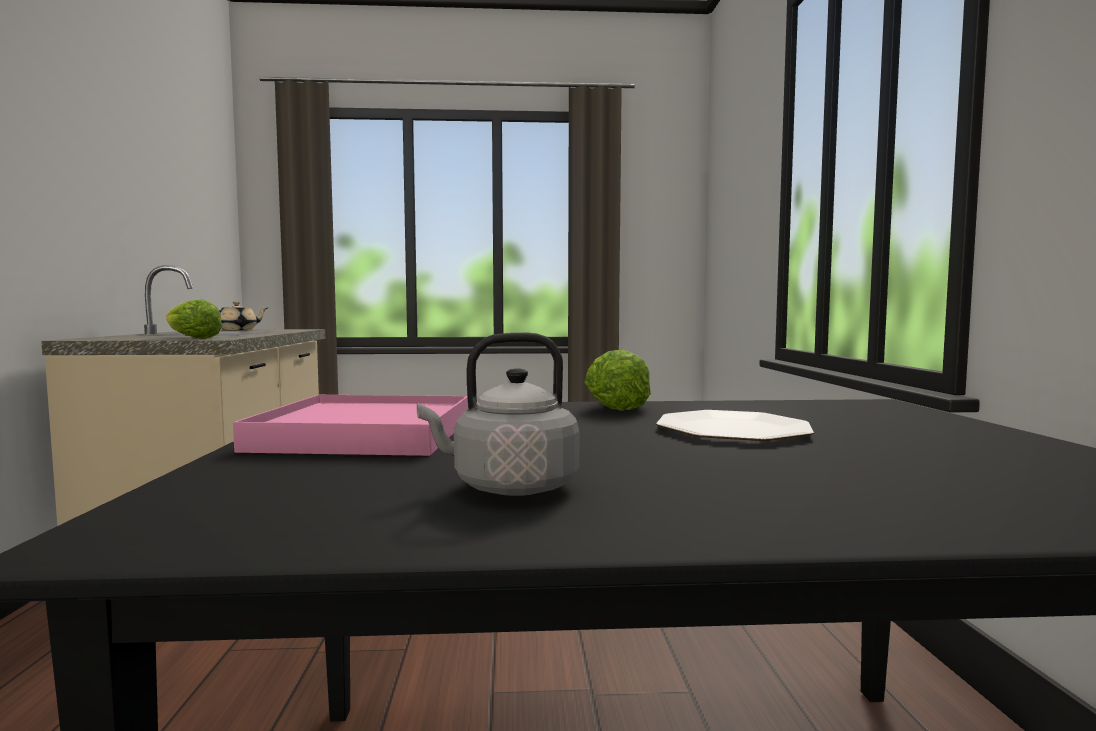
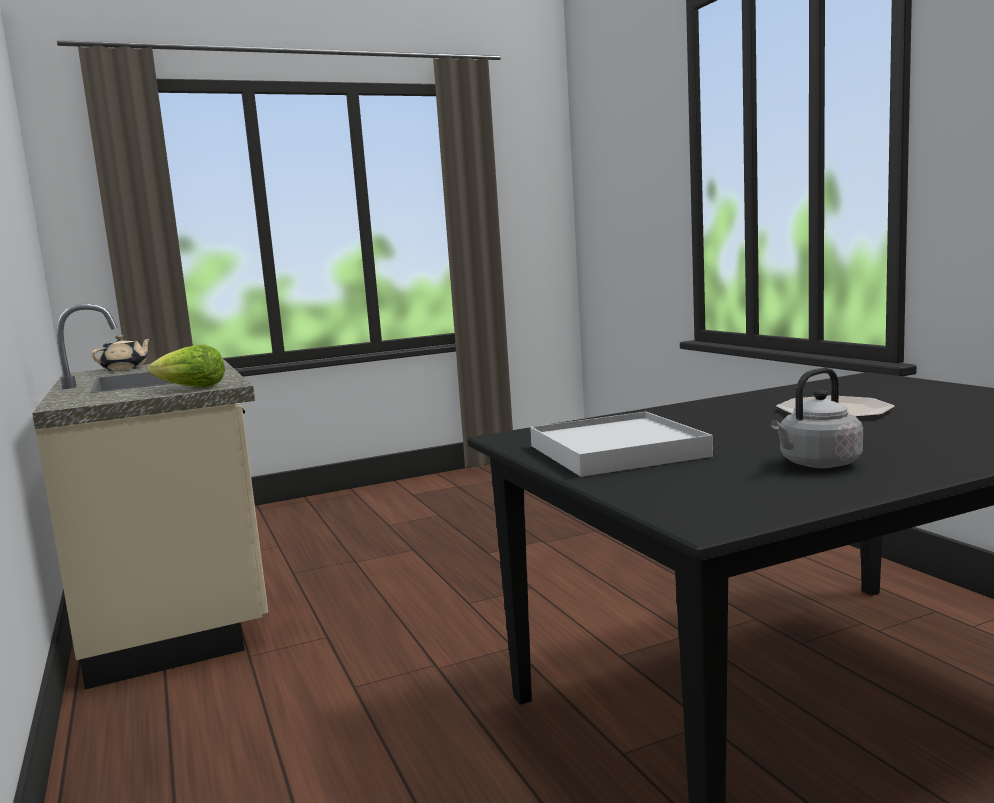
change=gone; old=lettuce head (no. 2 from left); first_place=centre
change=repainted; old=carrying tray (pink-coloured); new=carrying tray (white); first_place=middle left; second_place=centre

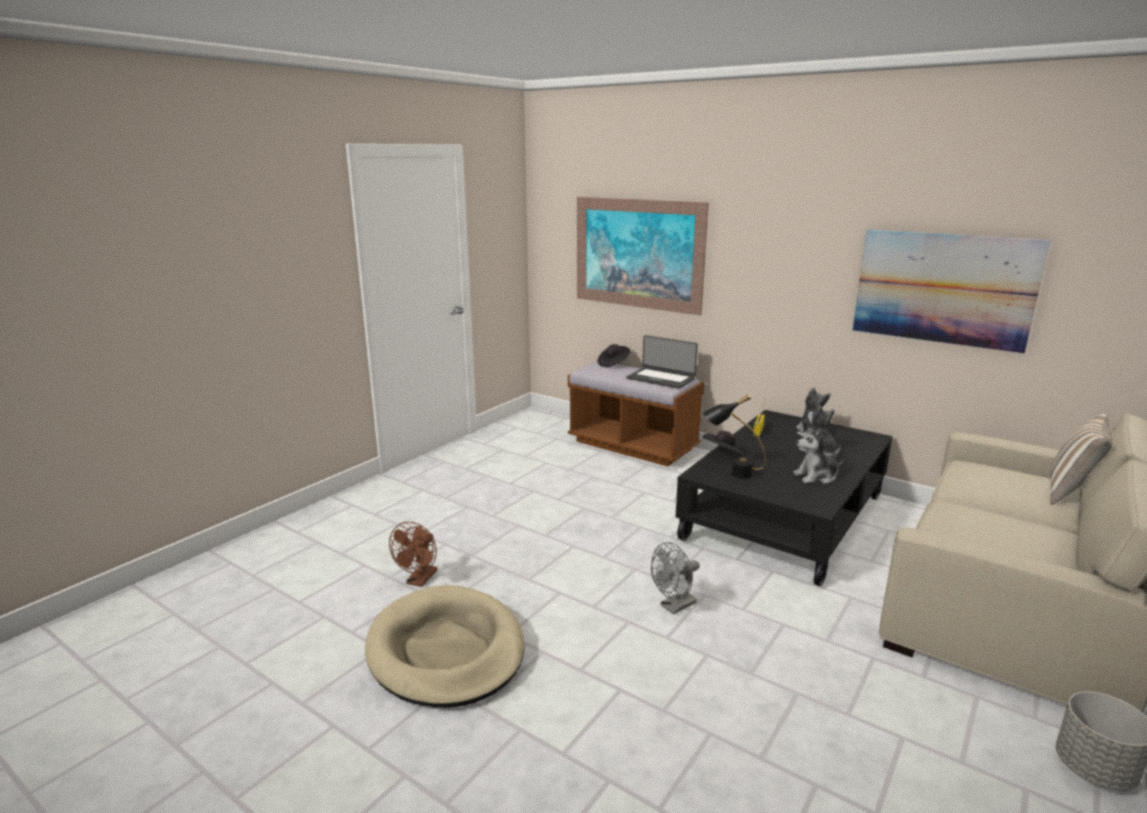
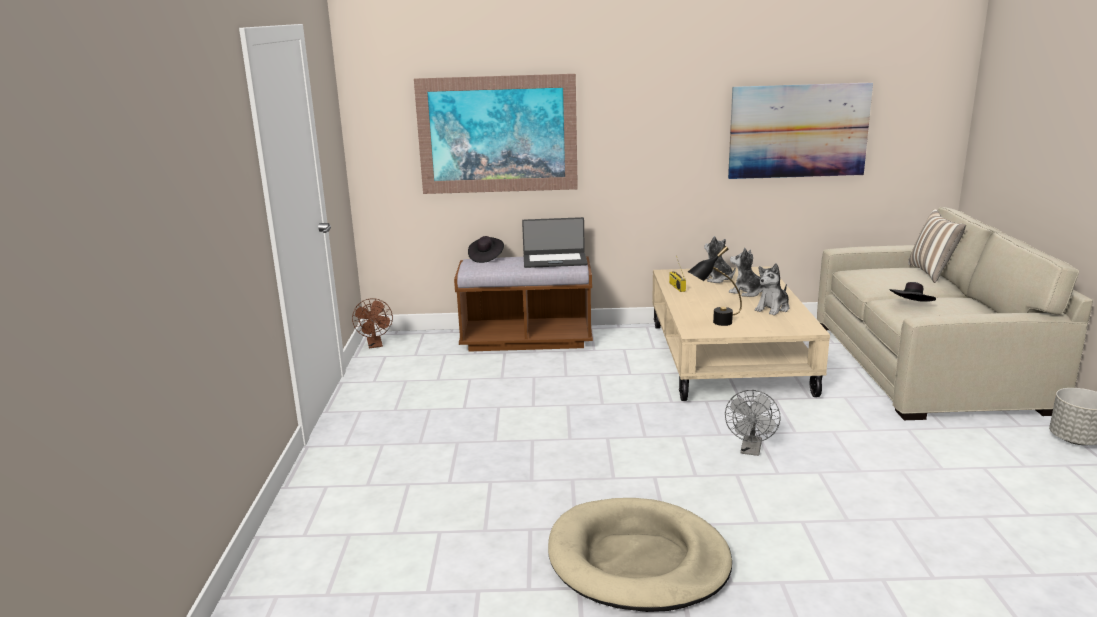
change=shifted; old=electric fan (brown-coloured); first_place=bottom centre; second_place=centre
change=shifted; old=wearable hat (blackish) (no. 2 from left); first_place=centre; second_place=middle right
change=repainted; old=low table (blackish); new=low table (beige-coloured); first_place=middle right; second_place=middle right

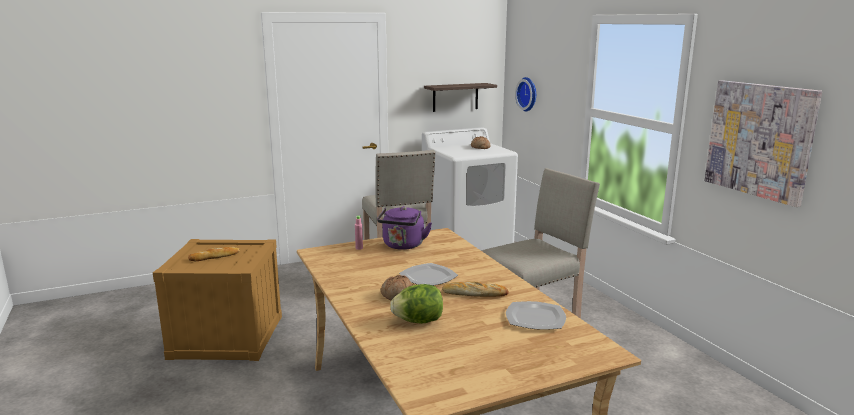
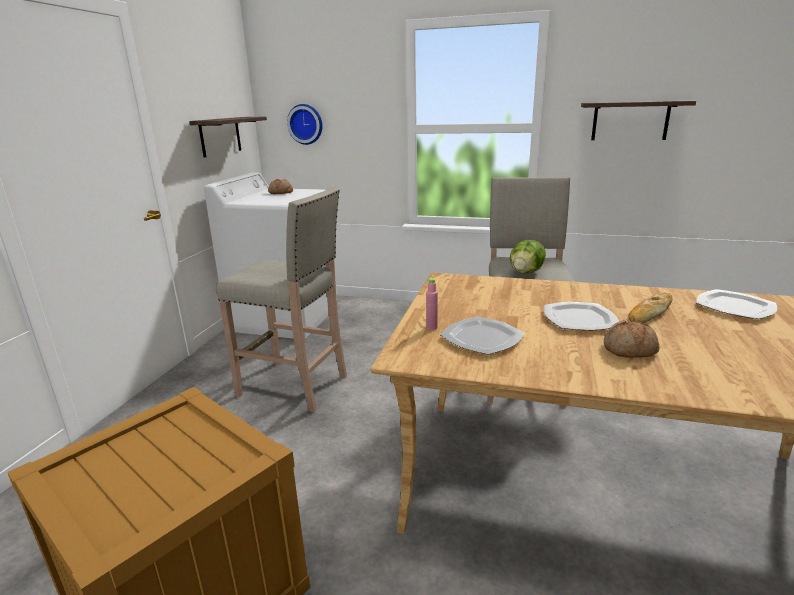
change=gone; old=bakery bread (no. 1 from left); first_place=middle left
change=gone; old=tea kettle (purple); first_place=centre
change=new; new=dinner plate (no. 1 from left); second_place=centre
change=shifted; old=lettuce head; first_place=bottom centre; second_place=centre
change=swapped; old=picture; new=shelf (no. 2 from left); first_place=middle right; second_place=top right

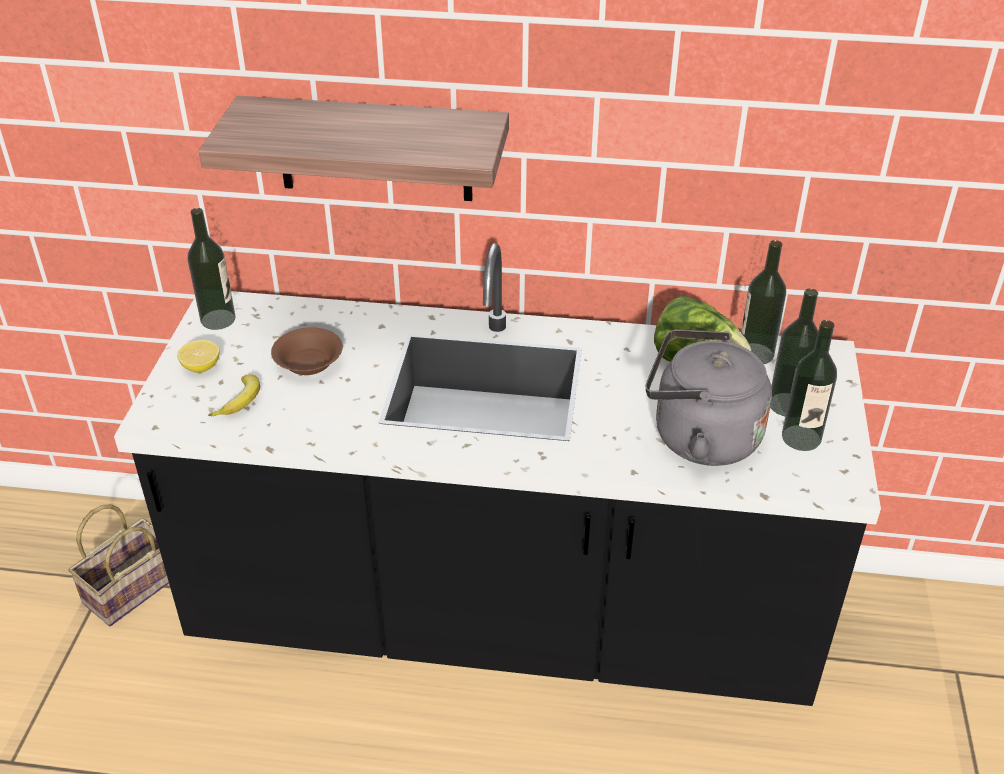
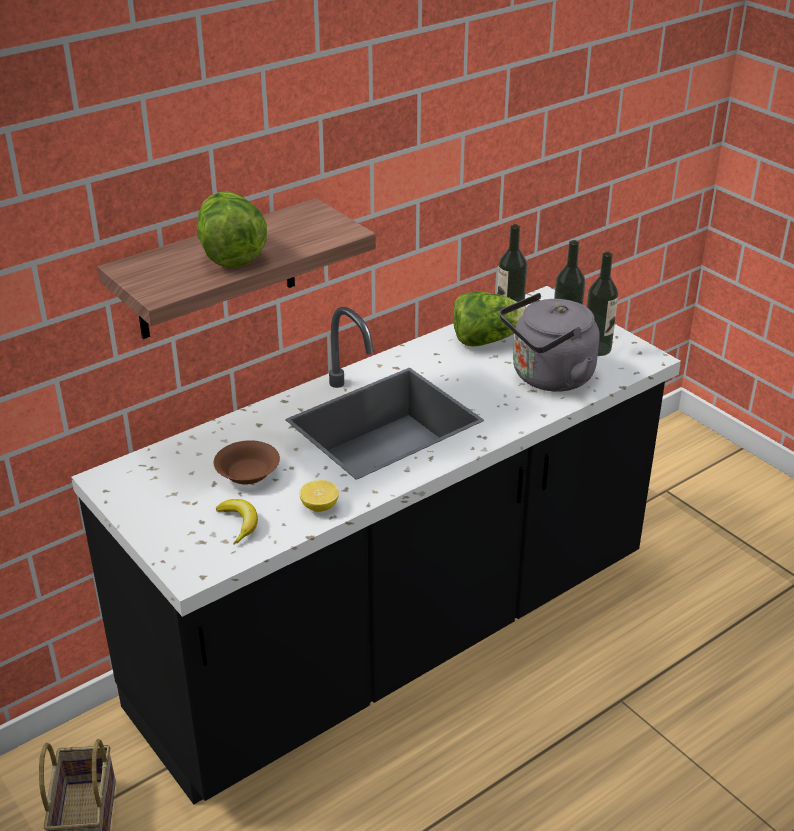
change=gone; old=drink bottle (no. 1 from left); first_place=middle left
change=new; new=lettuce head (no. 1 from left); second_place=top left
change=shifted; old=lemon; first_place=middle left; second_place=centre

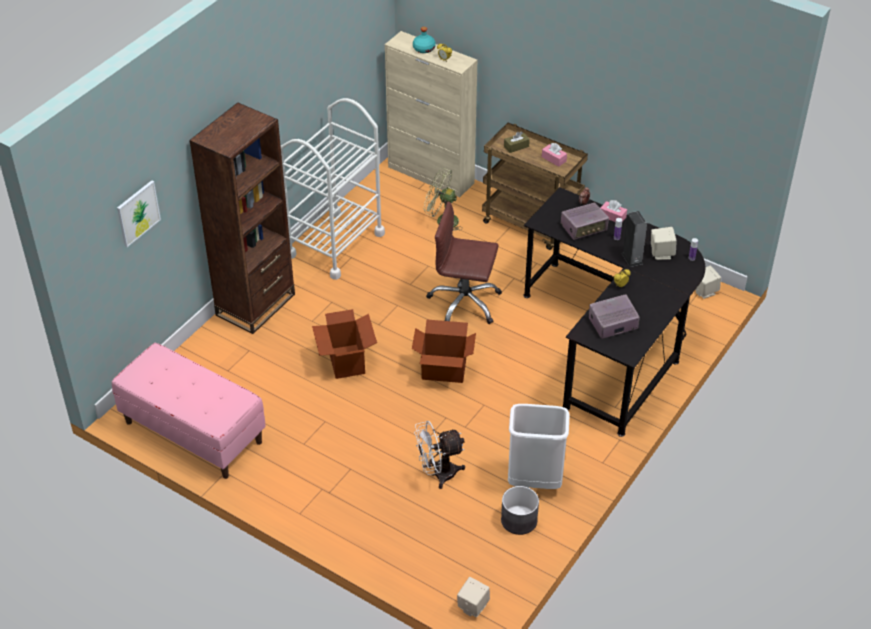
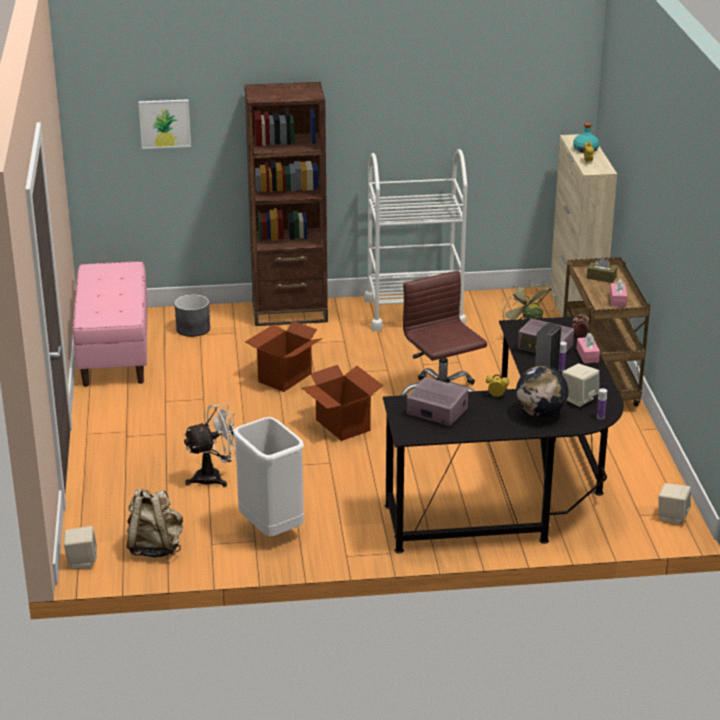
change=new; new=backpack (beige-coloured); second_place=bottom left
change=new; new=globe; second_place=middle right
change=shifted; old=flower pot (gray); first_place=bottom centre; second_place=middle left
change=rotated; old=electric fan (white); first_place=bottom centre; second_place=middle left; degrees=120

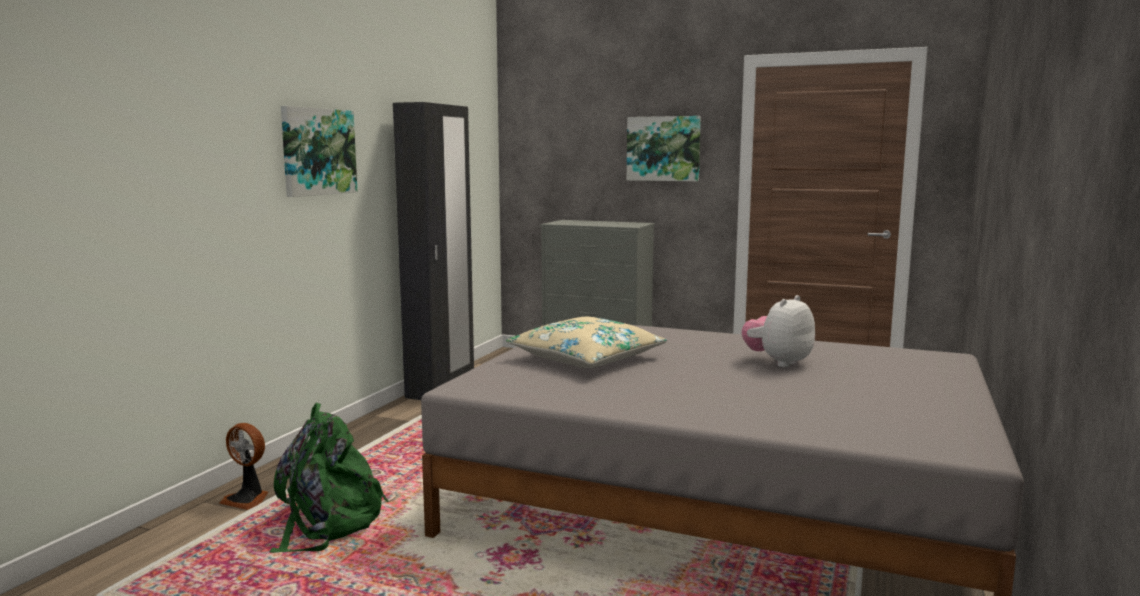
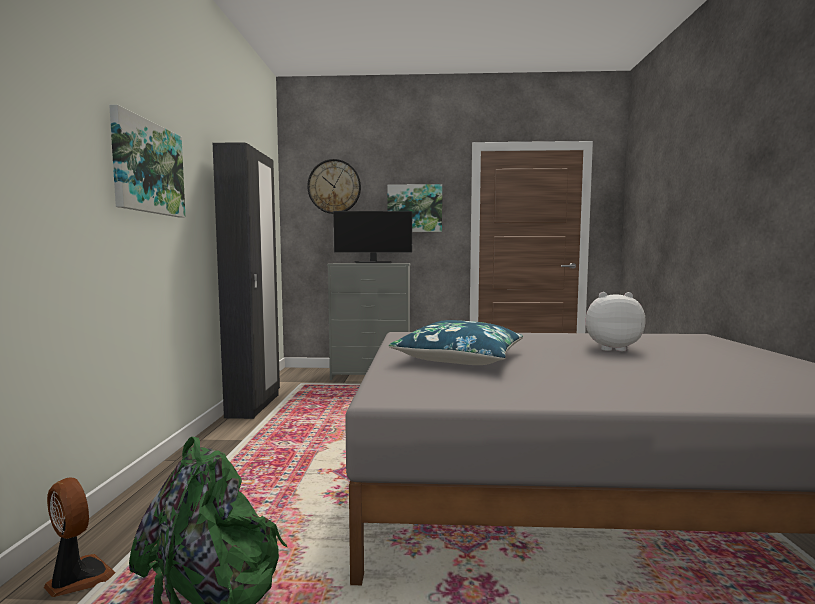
change=new; new=hanging clock; second_place=top centre
change=new; new=computer display; second_place=centre
change=repainted; old=pillow (beige-coloured); new=pillow (bluish); first_place=centre; second_place=centre
change=rotated; old=electric fan; first_place=bottom left; second_place=bottom left; degrees=-150
change=rotated; old=cuddly toy; first_place=middle right; second_place=middle right; degrees=75

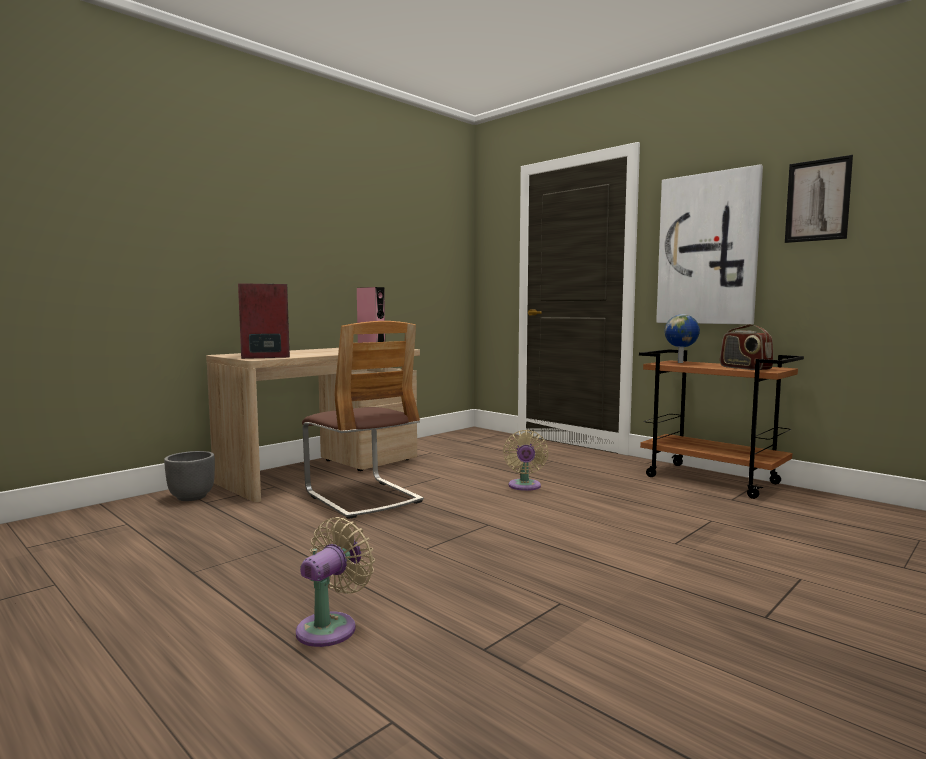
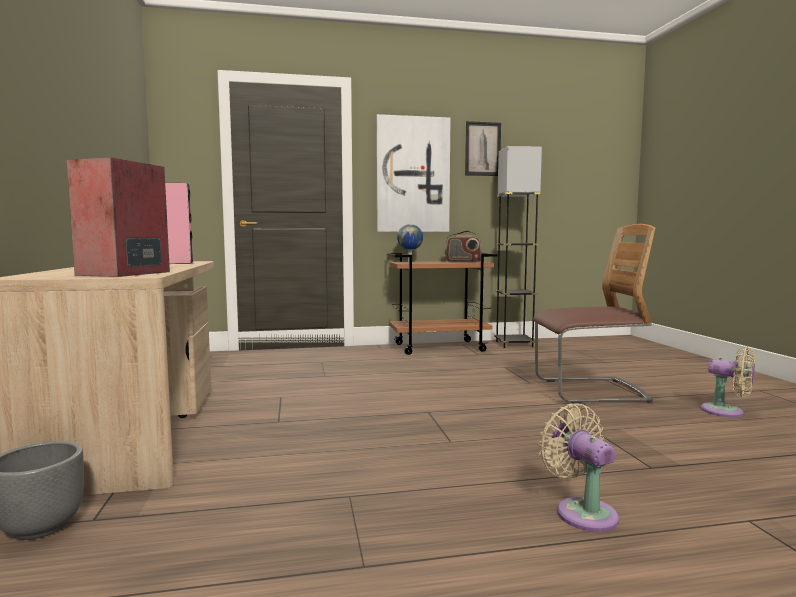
change=new; new=floor lamp (gray); second_place=centre
change=shifted; old=upright chair; first_place=centre; second_place=middle right
change=shifted; old=electric fan (beige-coloured) (no. 2 from left); first_place=centre; second_place=middle right

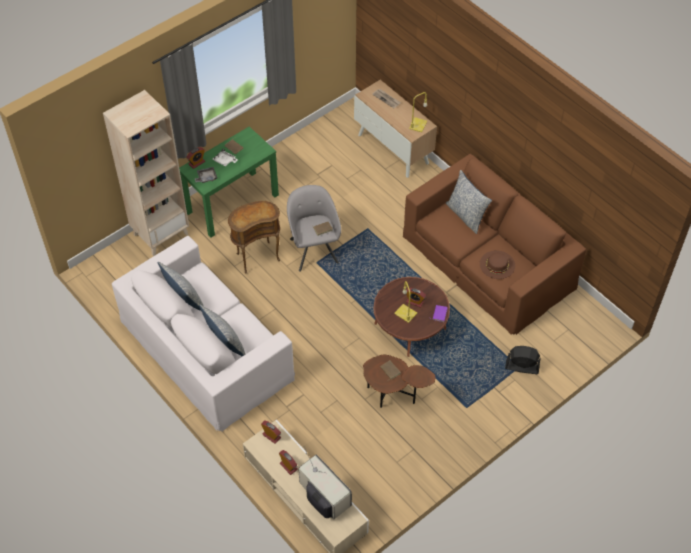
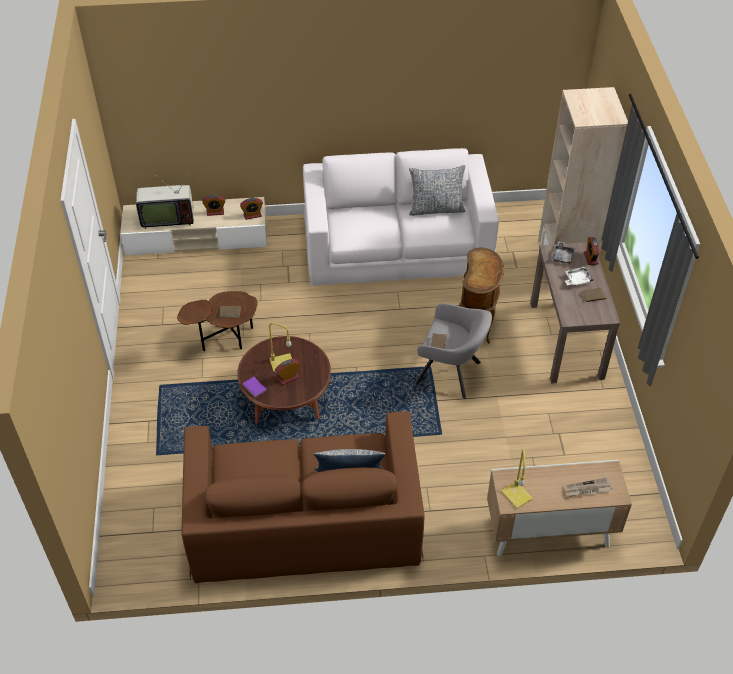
change=gone; old=pillow (no. 2 from left); first_place=middle left
change=gone; old=wearable hat (brown-coloured); first_place=middle right
change=gone; old=electric fan (blackish); first_place=middle right
change=repainted; old=narrow table (green-coloured); new=narrow table (brown-coloured); first_place=top left; second_place=middle right

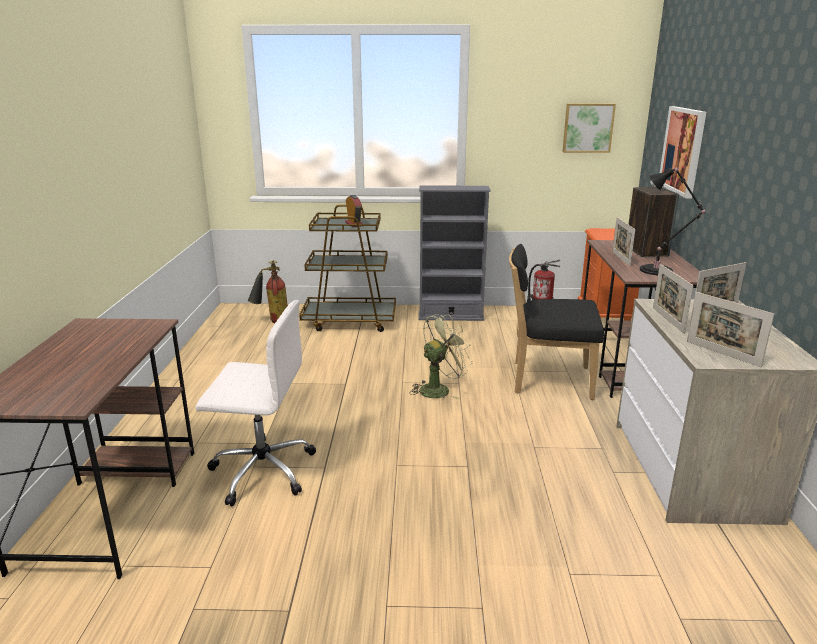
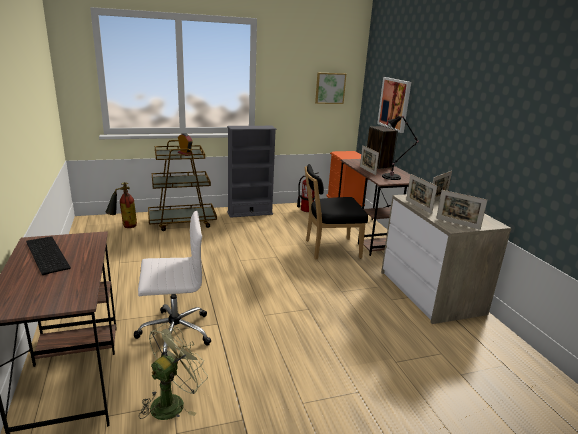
change=new; new=keyboard; second_place=middle left
change=shifted; old=electric fan (green-coloured); first_place=centre; second_place=bottom left

